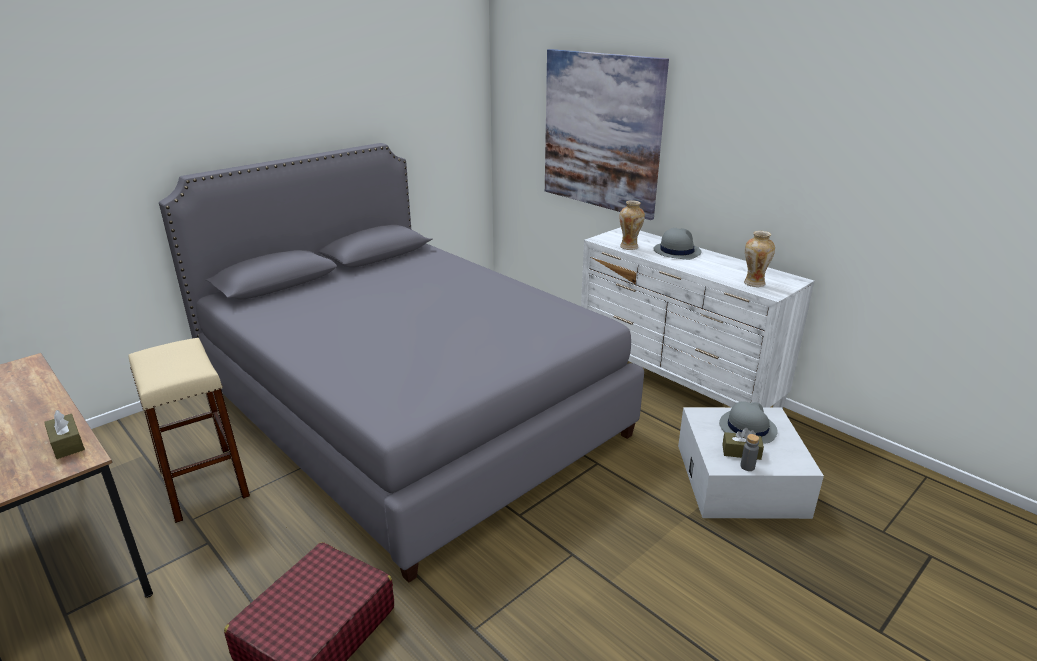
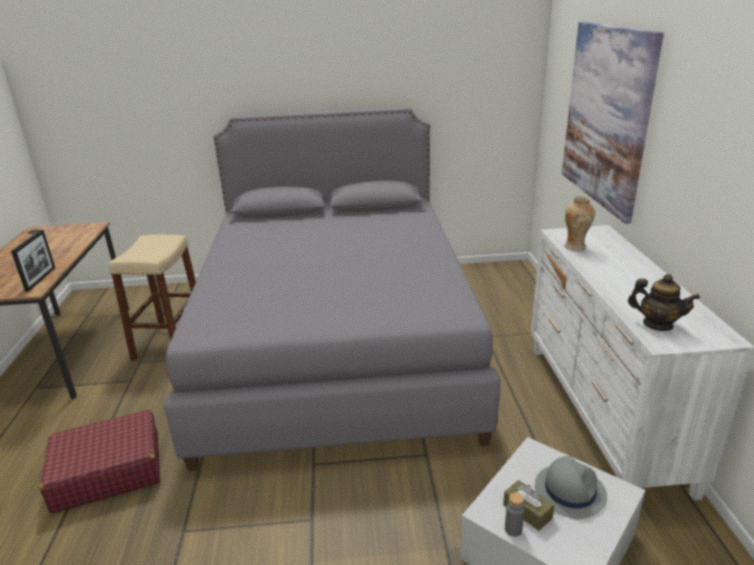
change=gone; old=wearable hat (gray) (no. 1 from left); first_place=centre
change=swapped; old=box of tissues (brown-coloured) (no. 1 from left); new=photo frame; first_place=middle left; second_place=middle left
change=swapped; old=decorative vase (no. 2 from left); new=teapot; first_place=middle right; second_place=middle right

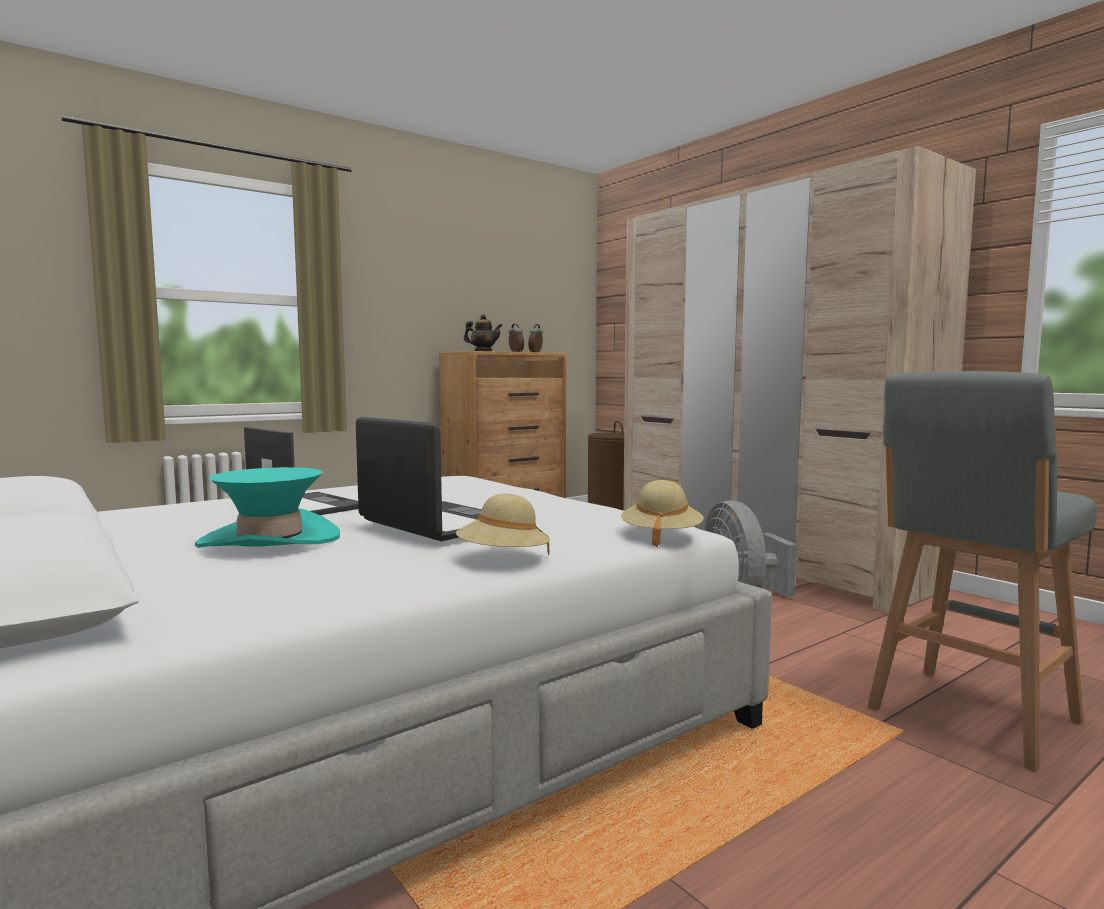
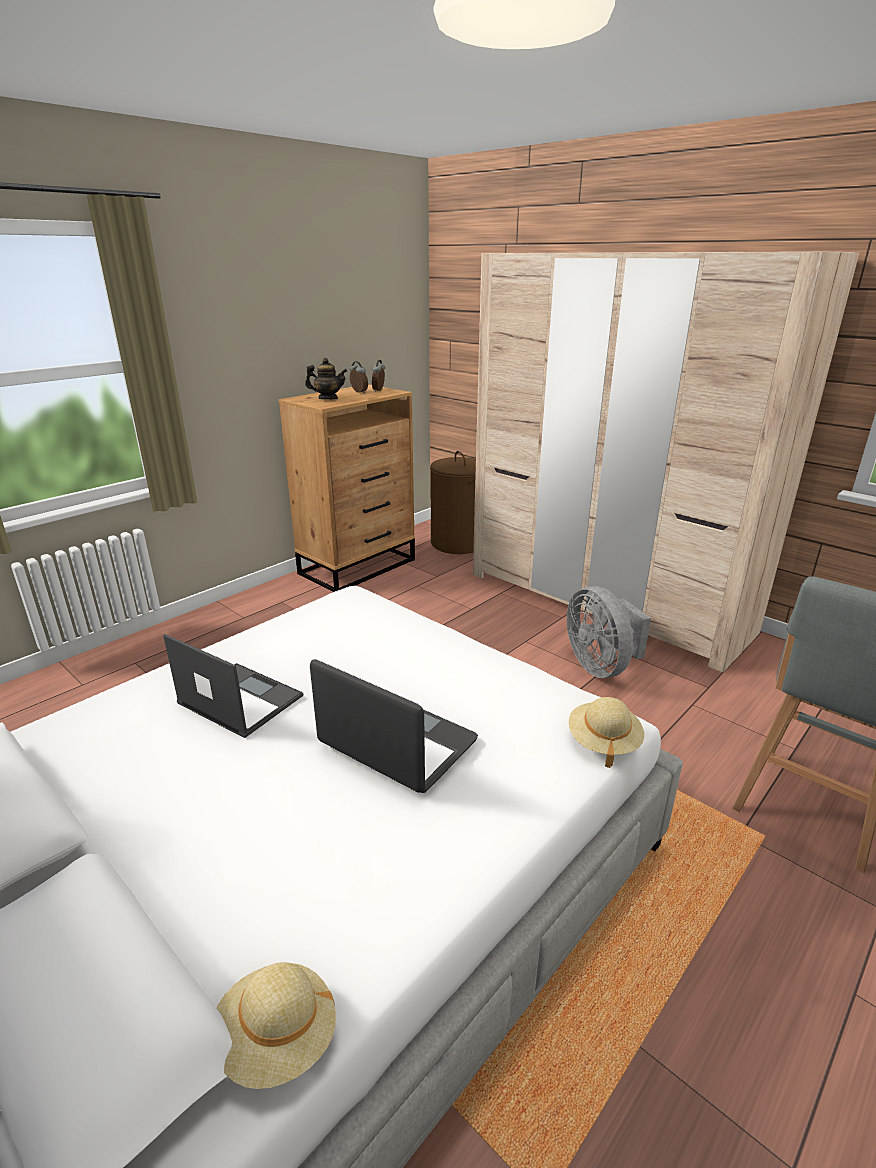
change=gone; old=wearable hat (blue-green); first_place=middle left
change=shifted; old=wearable hat (beige-coloured) (no. 1 from left); first_place=centre; second_place=bottom left

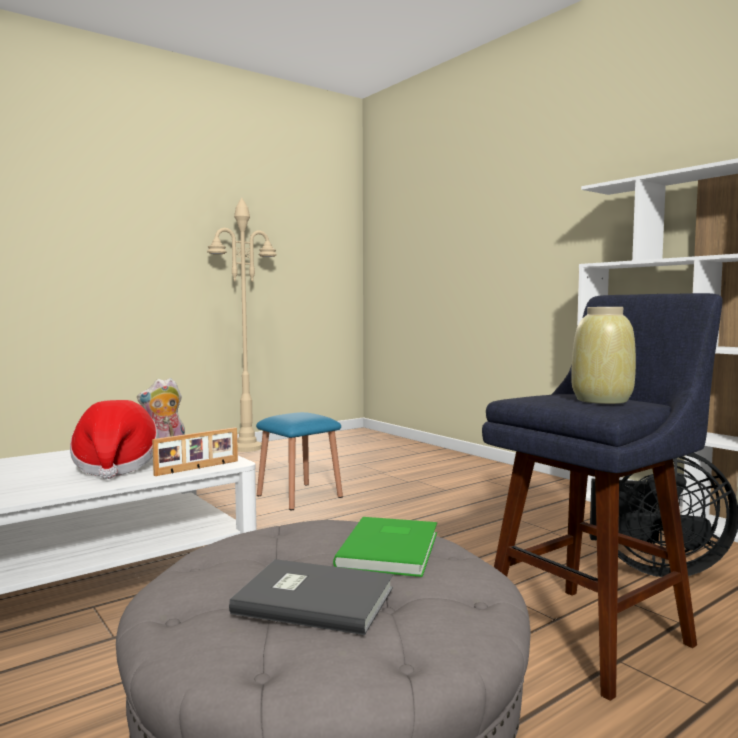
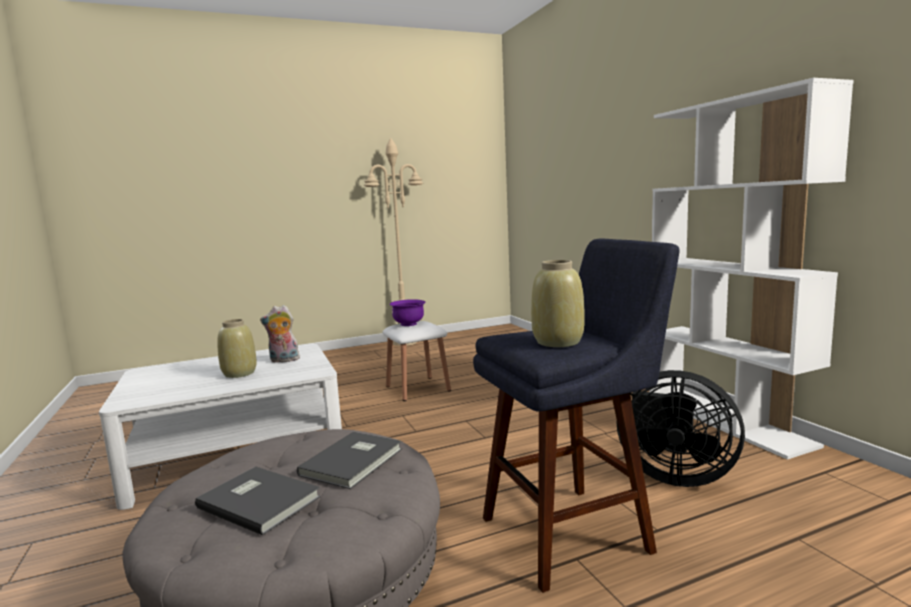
change=gone; old=photo frame; first_place=middle left
change=new; new=serving bowl (purple); second_place=centre
change=swapped; old=wearable hat; new=decorative vase (beige-coloured) (no. 1 from left); first_place=middle left; second_place=middle left
change=repainted; old=sitting stool (bluish) (no. 1 from left); new=sitting stool (white); first_place=centre; second_place=centre
change=repainted; old=book (green-coloured); new=book (gray) (no. 2 from left); first_place=bottom centre; second_place=bottom centre

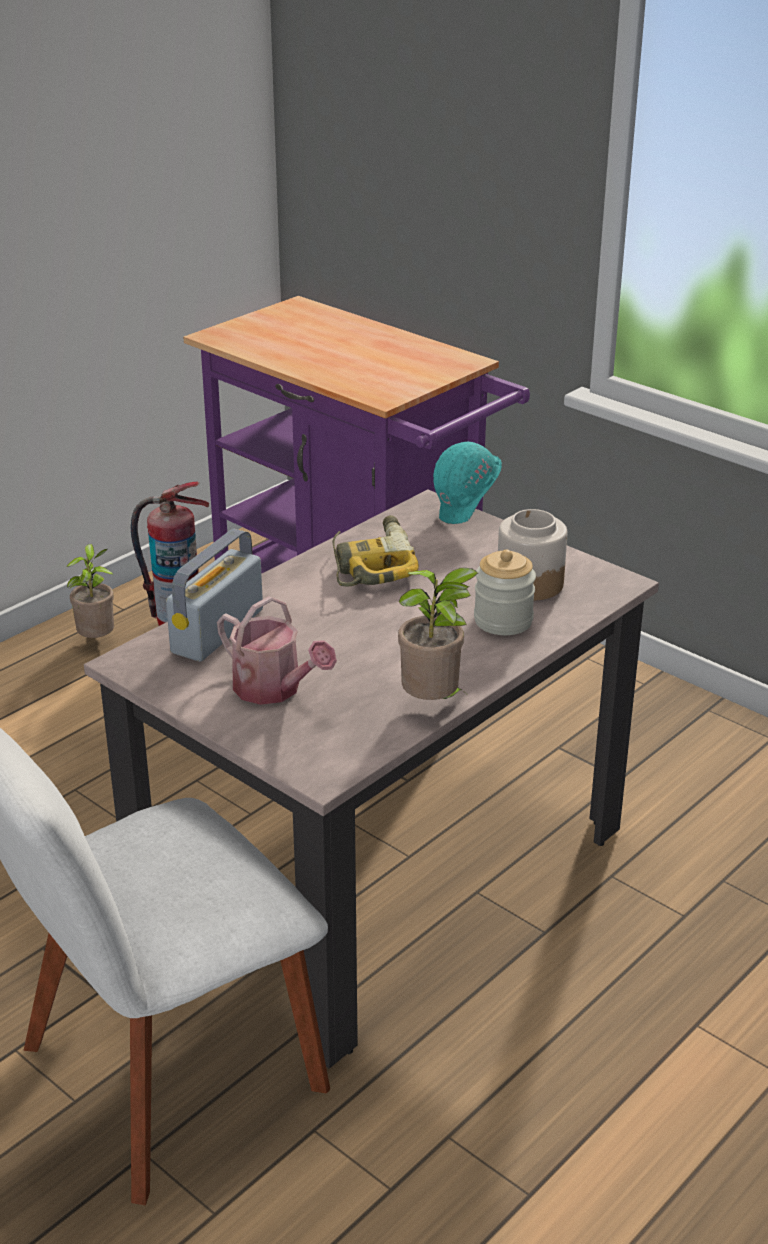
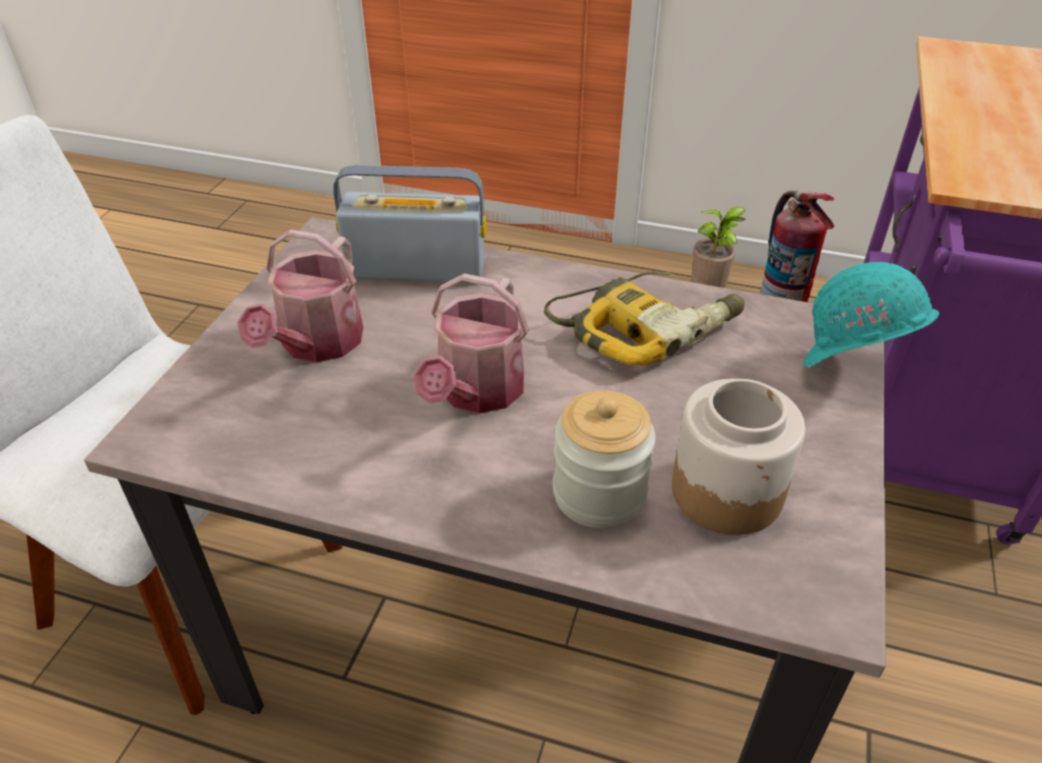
change=gone; old=plant in a pot (no. 2 from left); first_place=centre
change=new; new=watering can (no. 2 from left); second_place=centre

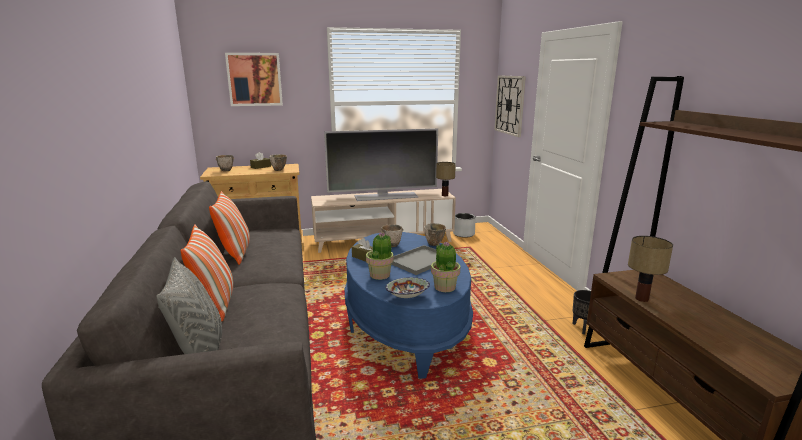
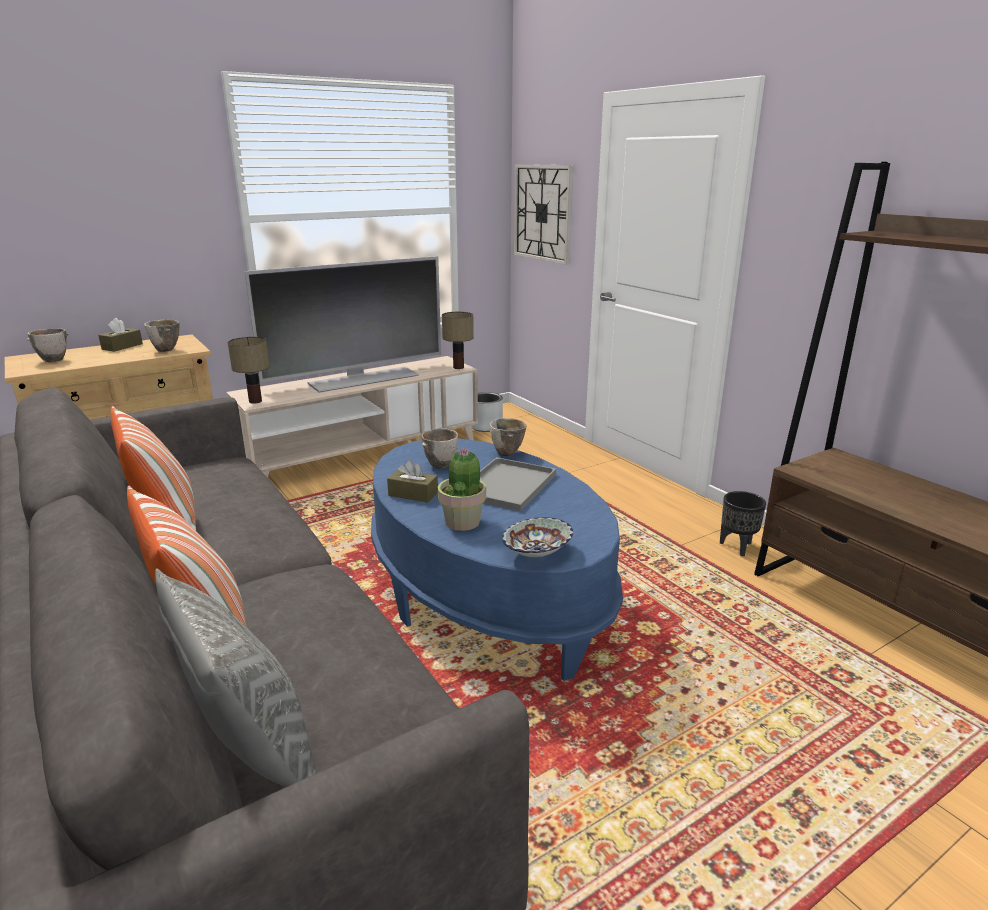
change=gone; old=picture; first_place=top left
change=gone; old=plant in a pot (no. 2 from left); first_place=centre
change=shifted; old=lamp for a table (no. 2 from left in the first image); new=lamp for a table (no. 1 from left); first_place=middle right; second_place=middle left

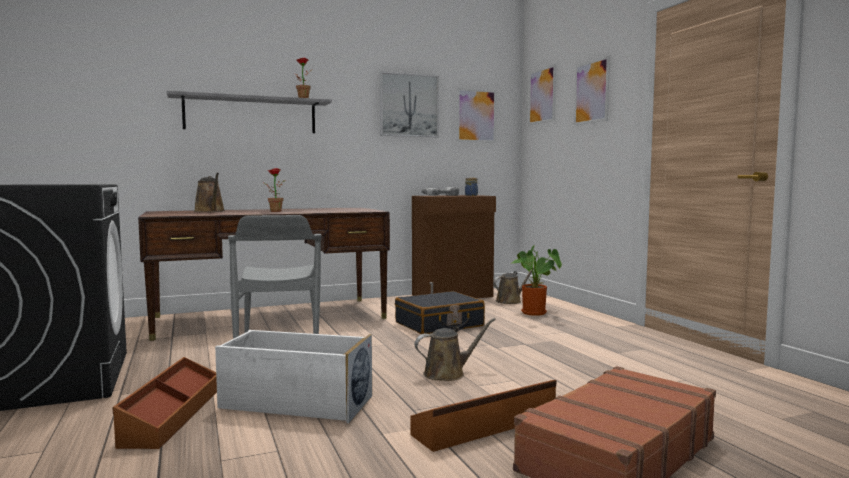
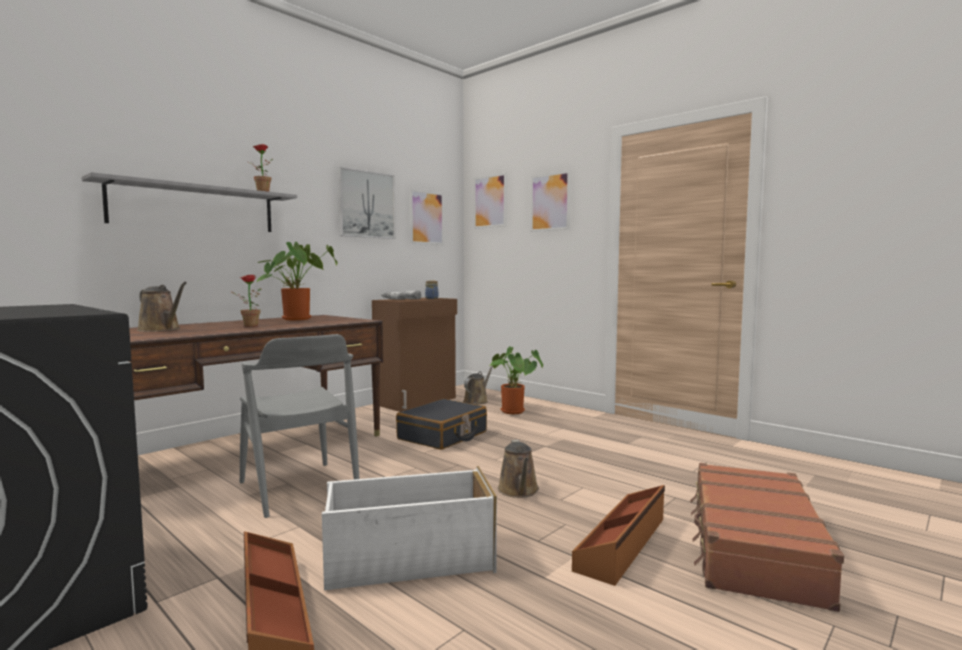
change=new; new=plant in a pot (no. 3 from left); second_place=middle left
change=rotated; old=watering can (brown-coloured) (no. 2 from left in the first image); first_place=bottom centre; second_place=bottom centre; degrees=135

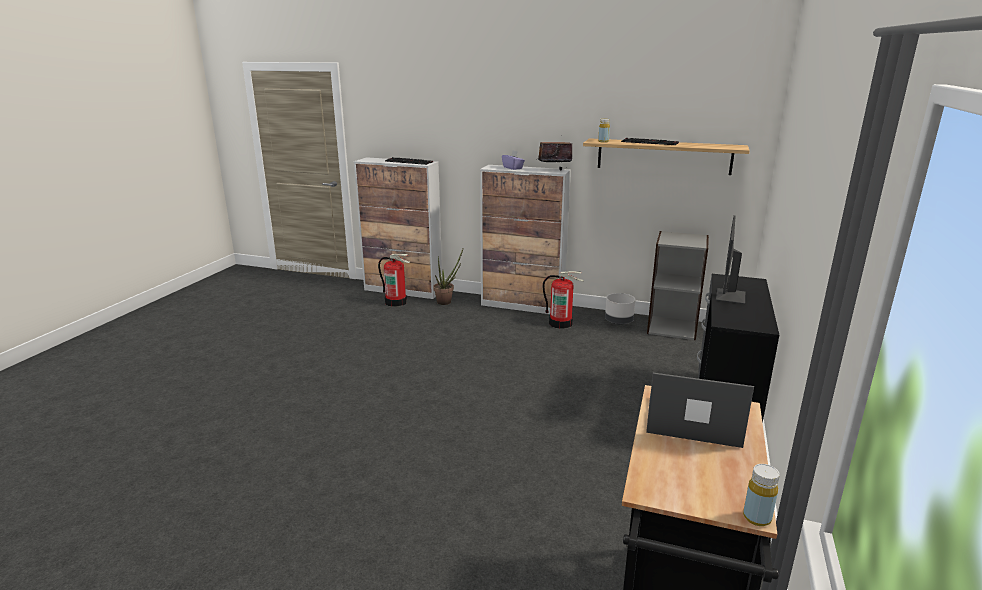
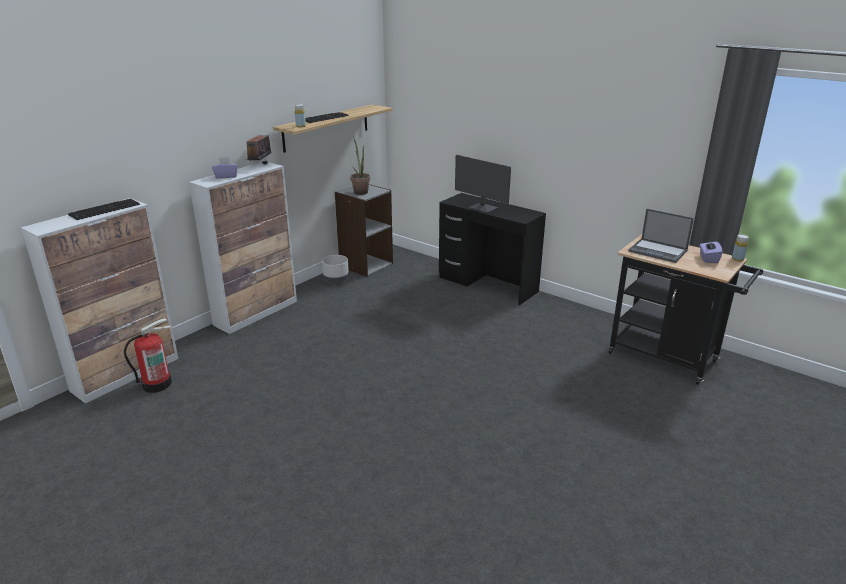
change=gone; old=fire extinguisher (no. 2 from left); first_place=centre
change=new; new=box of tissues (purple) (no. 2 from left); second_place=middle right
change=shifted; old=plant in a pot; first_place=centre; second_place=top centre
change=rotated; old=notebook computer; first_place=bottom right; second_place=middle right; degrees=-90

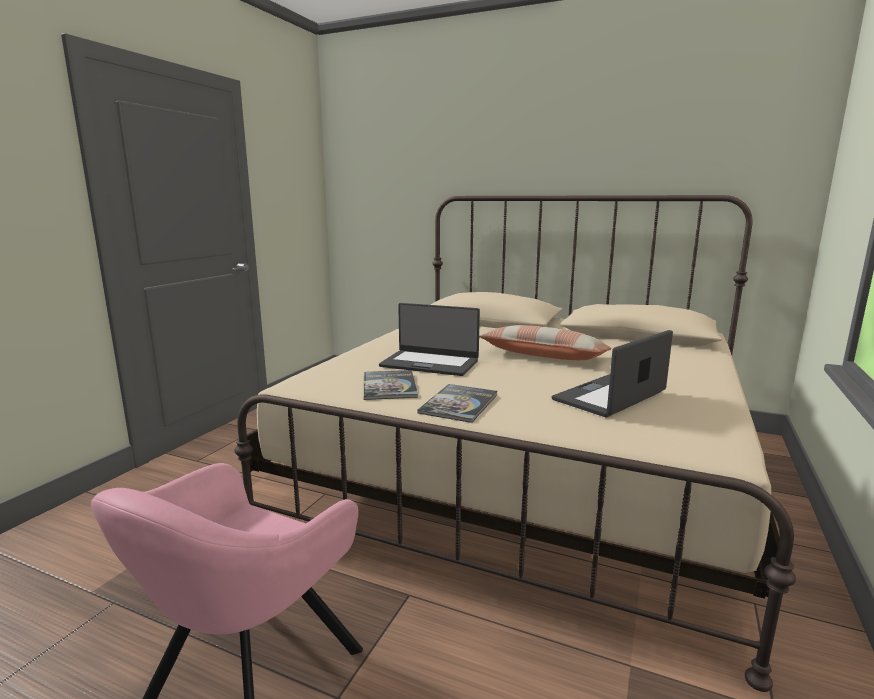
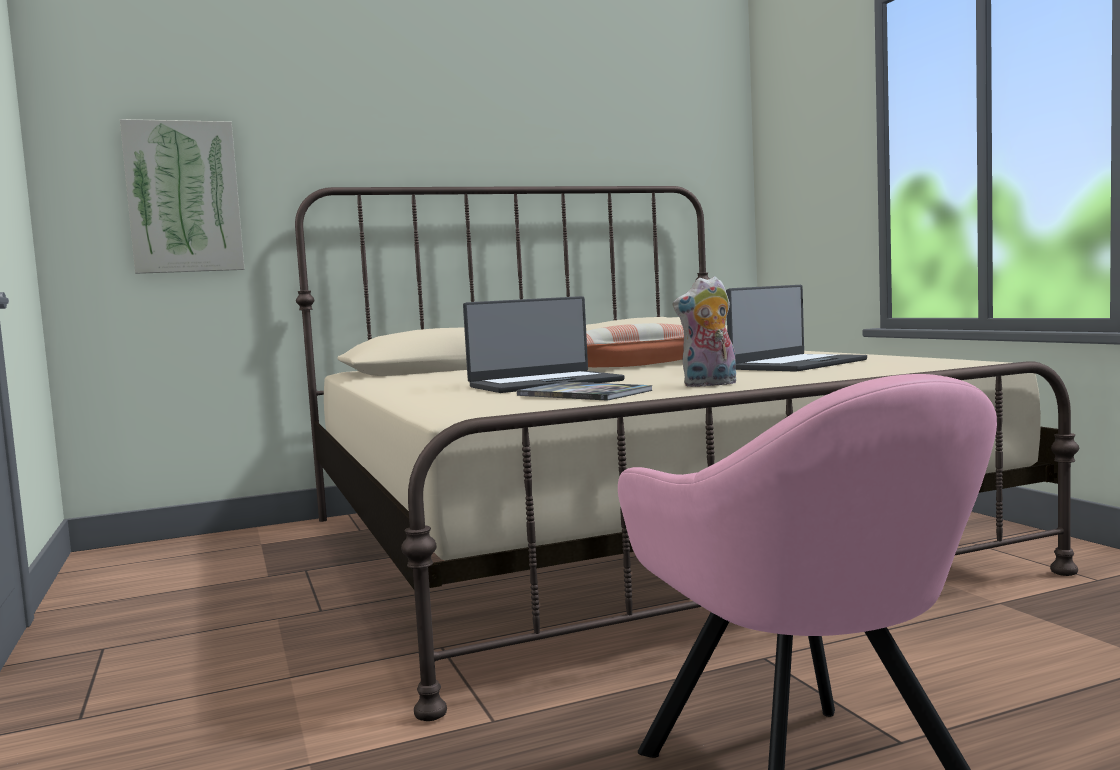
change=new; new=picture; second_place=top left
change=swapped; old=book (no. 2 from left); new=cuddly toy; first_place=centre; second_place=centre
change=rotated; old=notebook computer (no. 2 from left); first_place=middle right; second_place=middle right; degrees=-135

